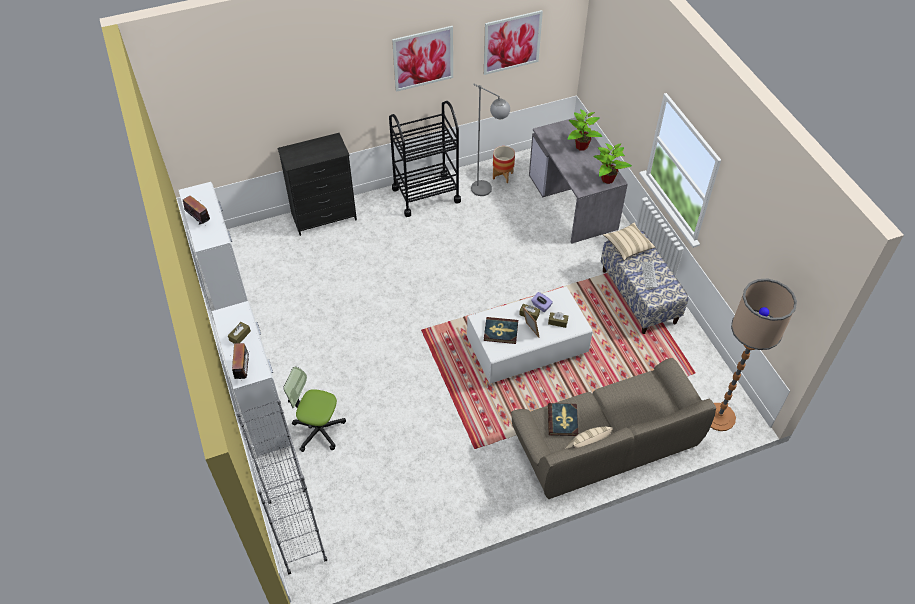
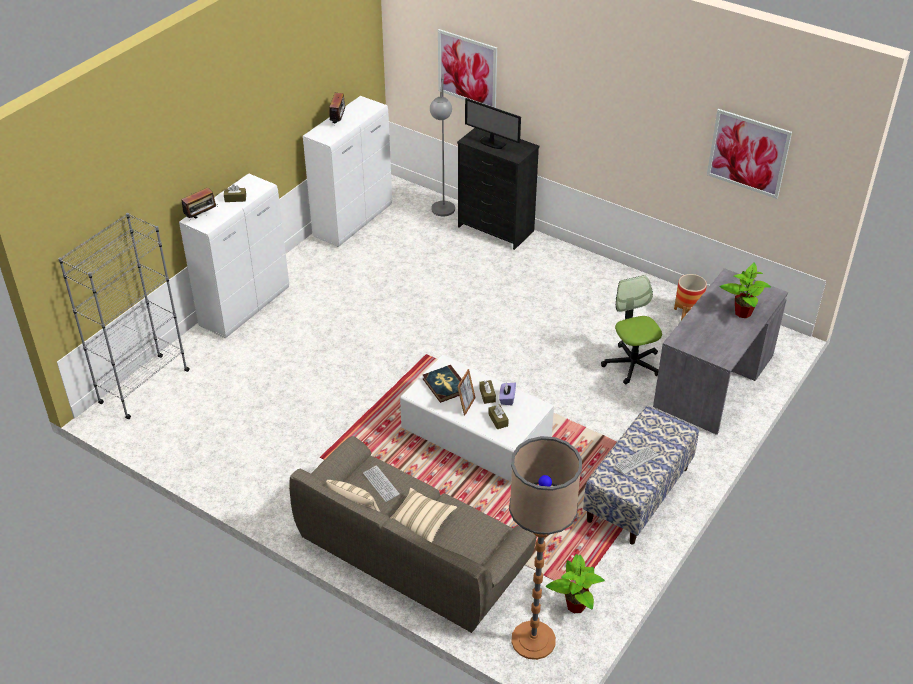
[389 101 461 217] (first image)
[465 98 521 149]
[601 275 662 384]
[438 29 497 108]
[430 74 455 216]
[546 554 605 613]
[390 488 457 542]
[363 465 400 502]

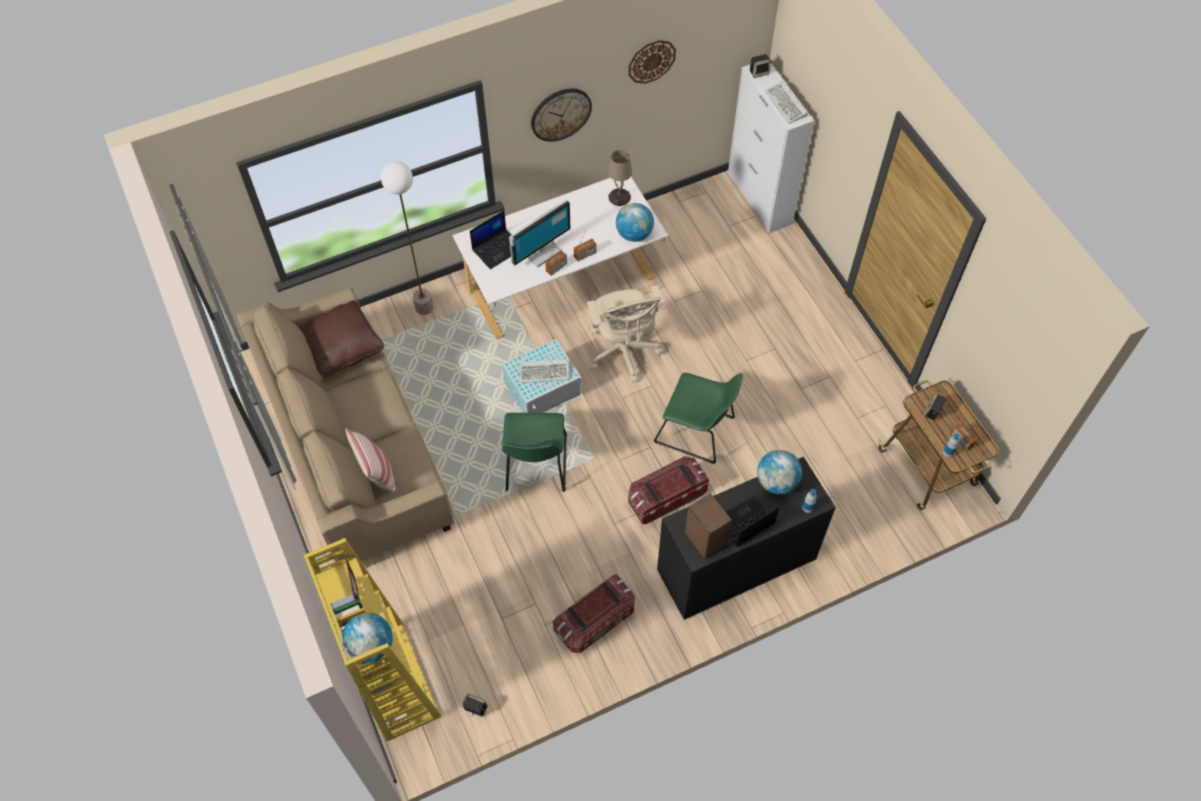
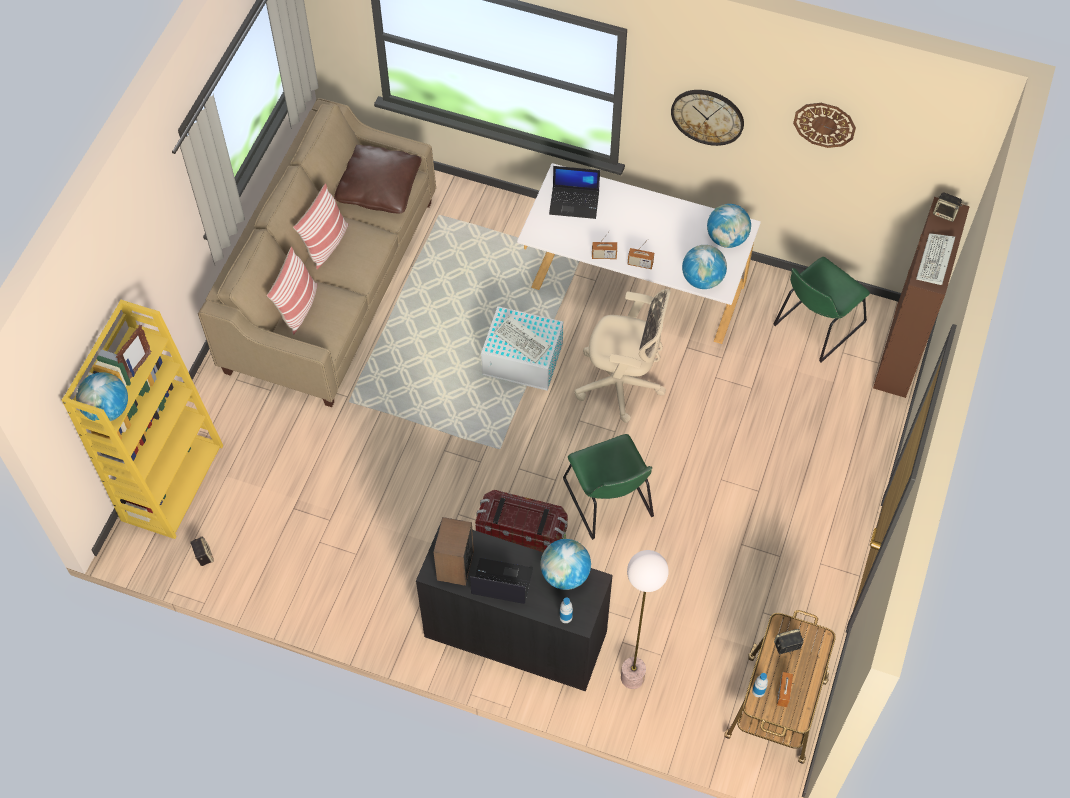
[509 199 571 267] (first image)
[553 574 635 653] (first image)
[293 183 349 270]
[621 550 669 689]
[773 257 870 362]
[707 204 751 248]
[873 197 970 398]
[575 289 671 423]

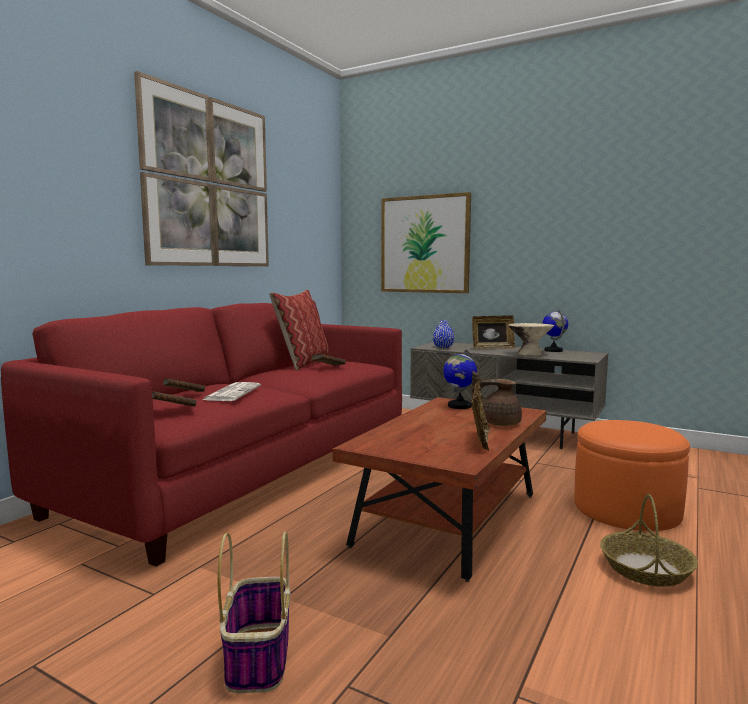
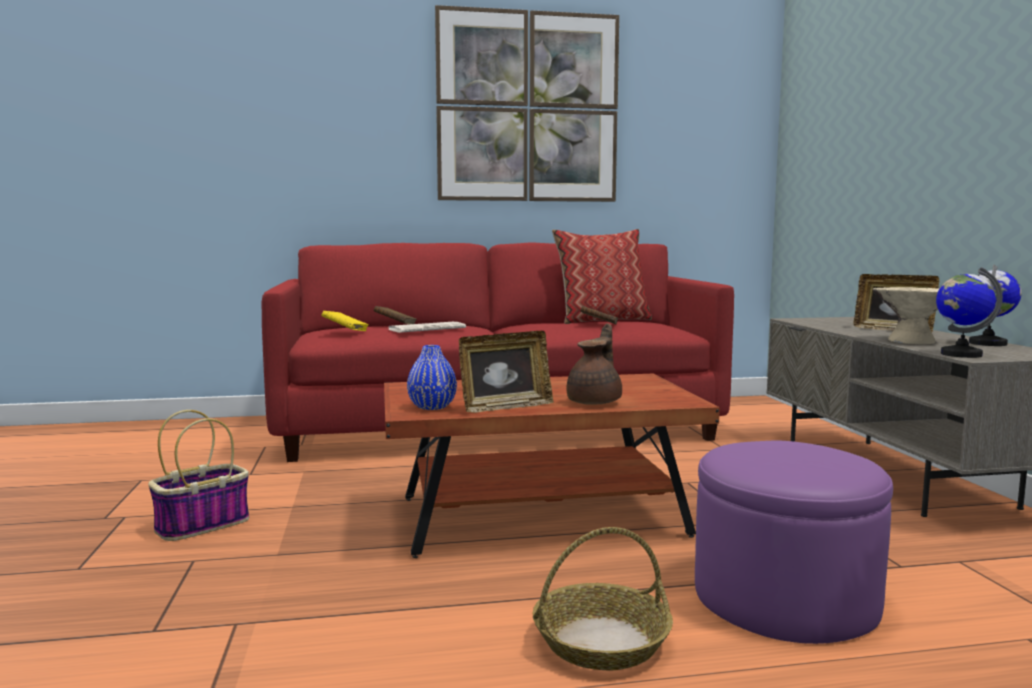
[381 192 471 293] (first image)
[407 345 457 410]
[936 267 1003 358]
[322 311 368 331]
[695 441 893 644]
[567 323 622 405]

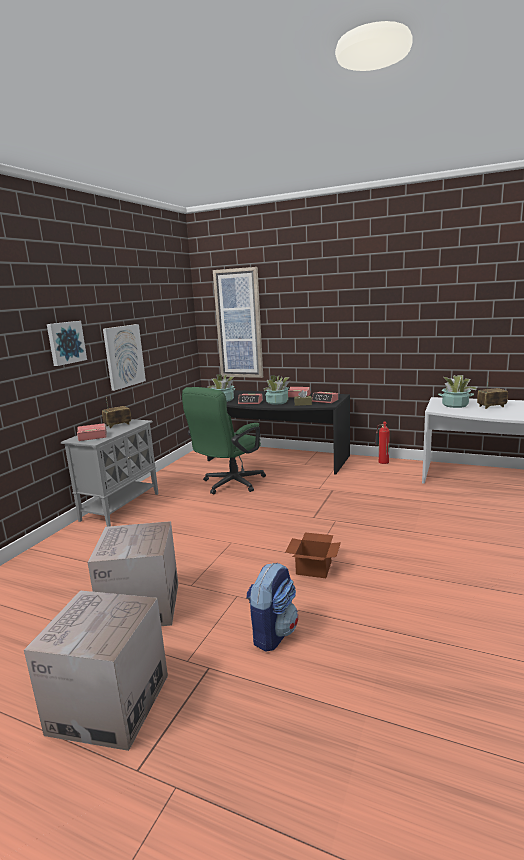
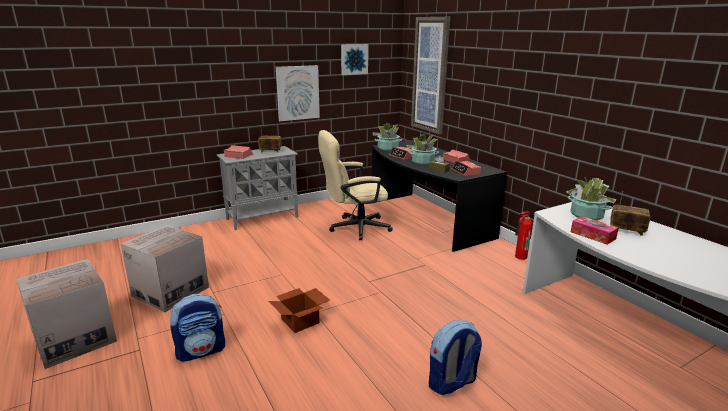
[429 320 482 395]
[571 216 619 245]
[341 44 368 75]
[318 130 393 240]

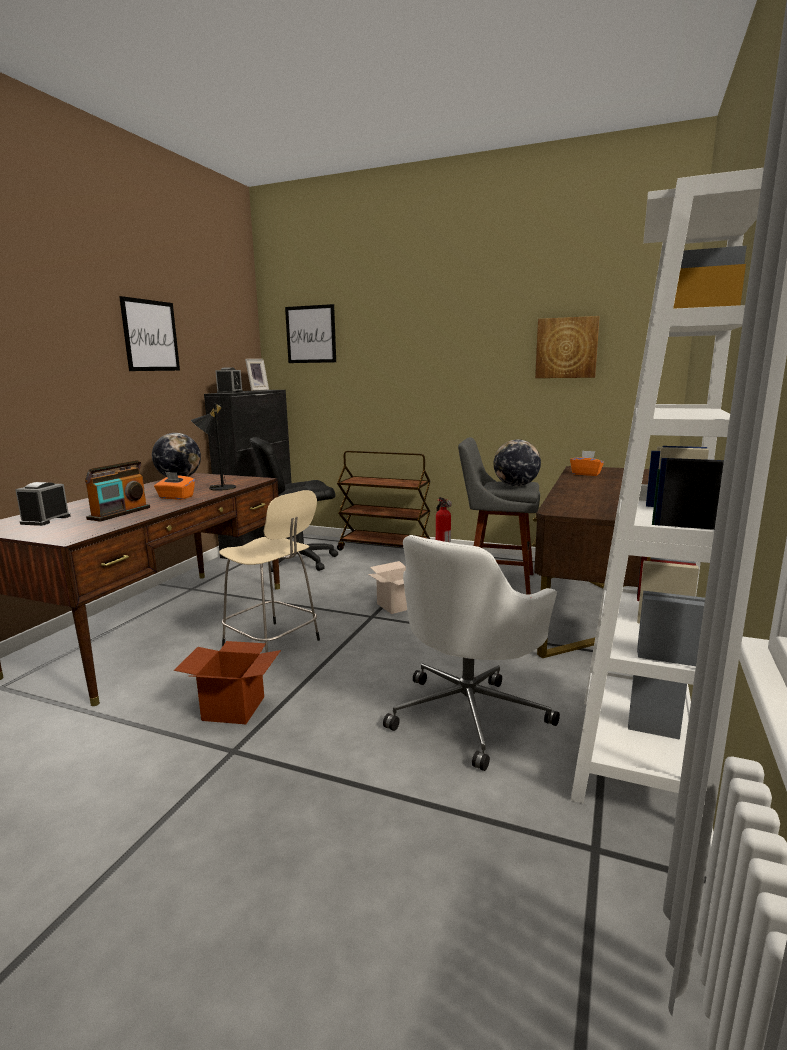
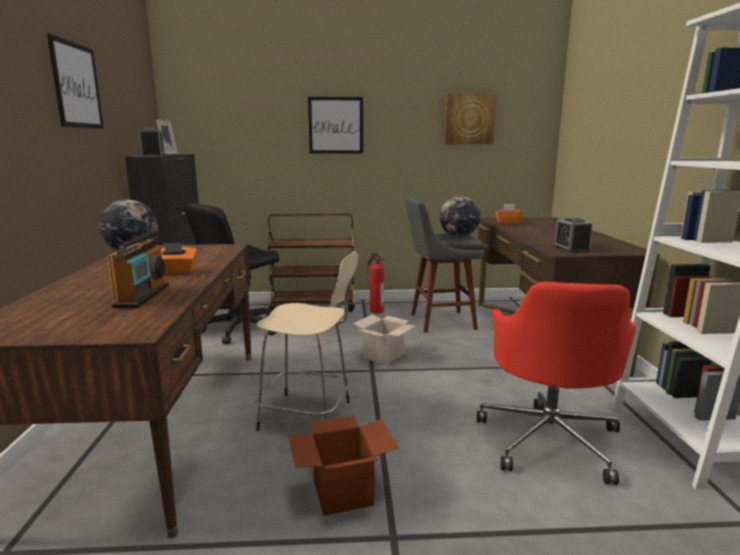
[191 403 236 491] (first image)
[554 218 593 253]
[308 97 363 154]
[477 282 636 485]

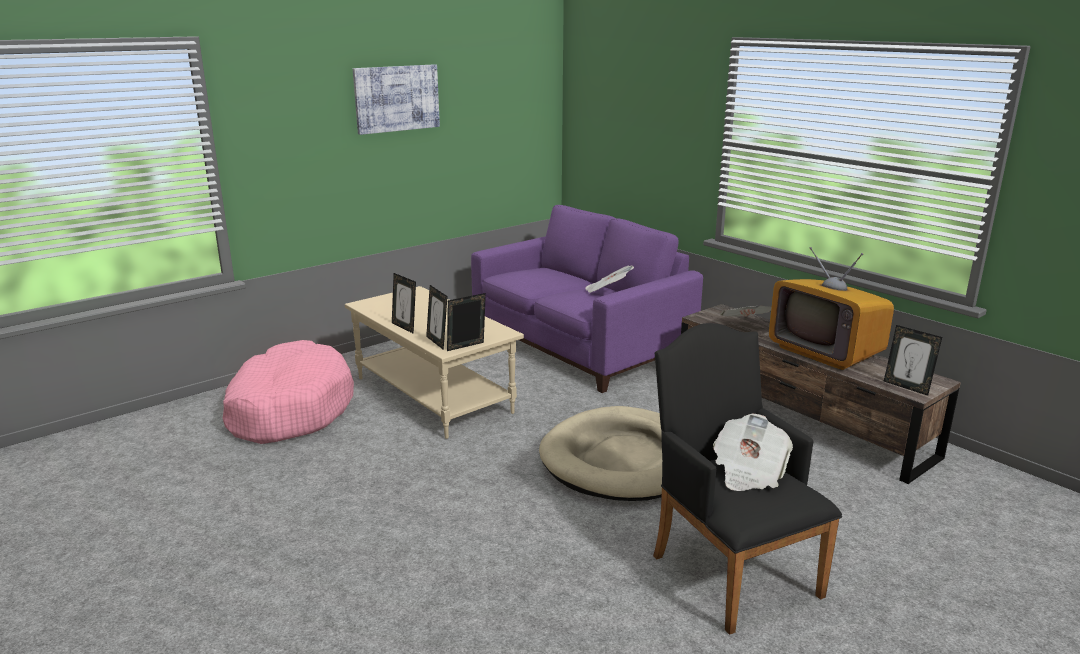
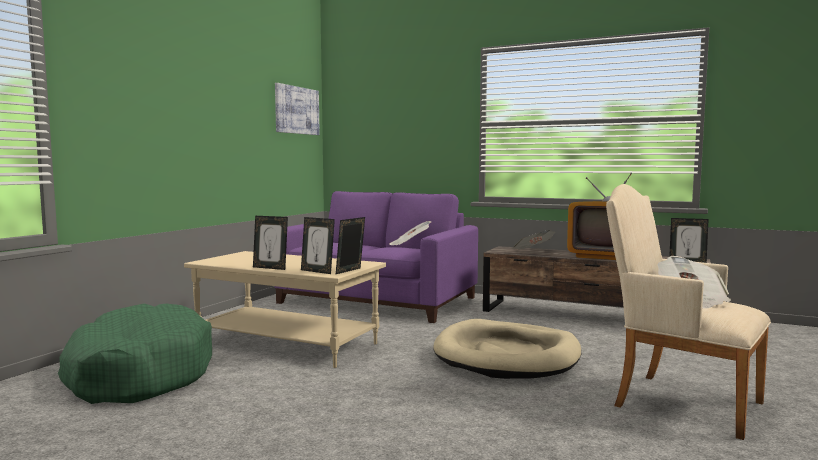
[275 83 320 135]
[58 304 212 404]
[606 184 771 440]

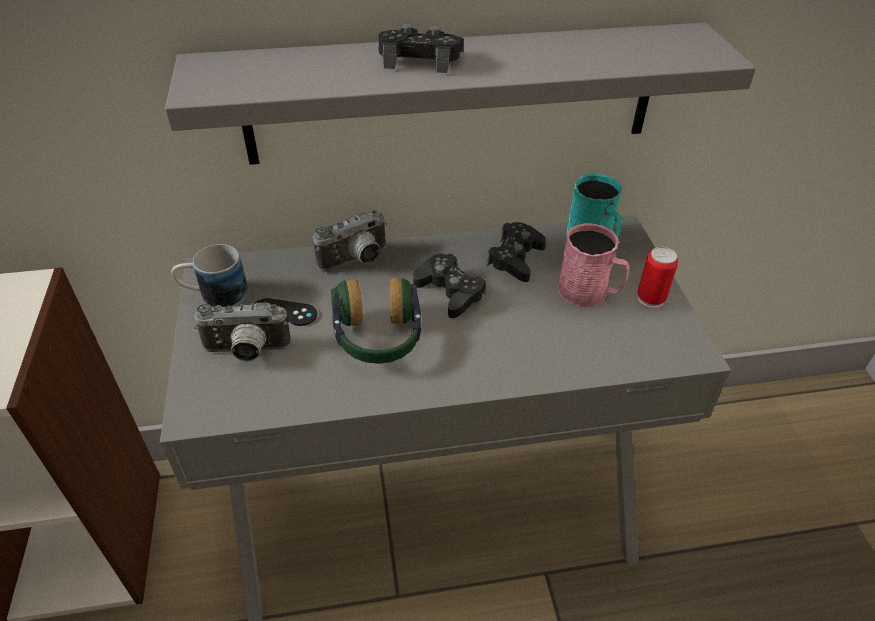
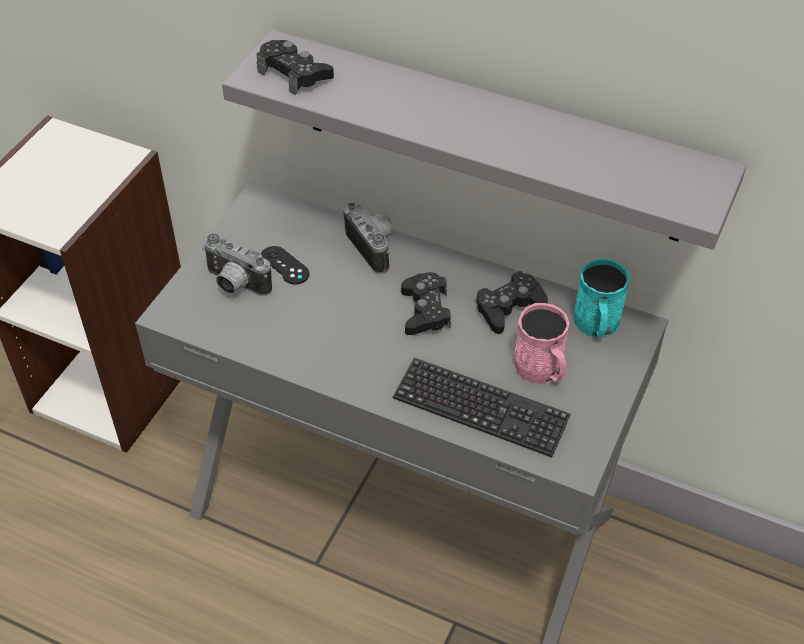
[172 244 248 307] (first image)
[331 278 421 364] (first image)
[637 247 678 308] (first image)
[393 358 571 457]
[257 40 334 95]
[343 203 394 274]

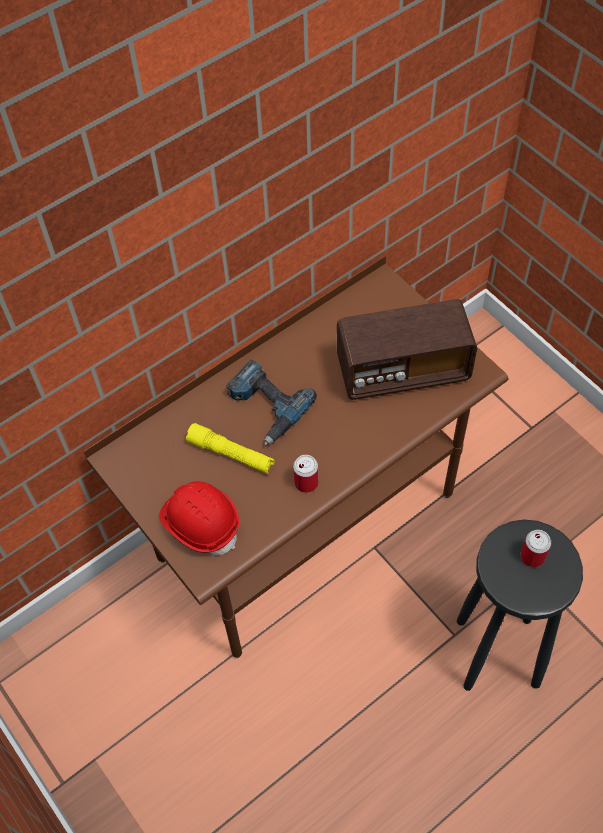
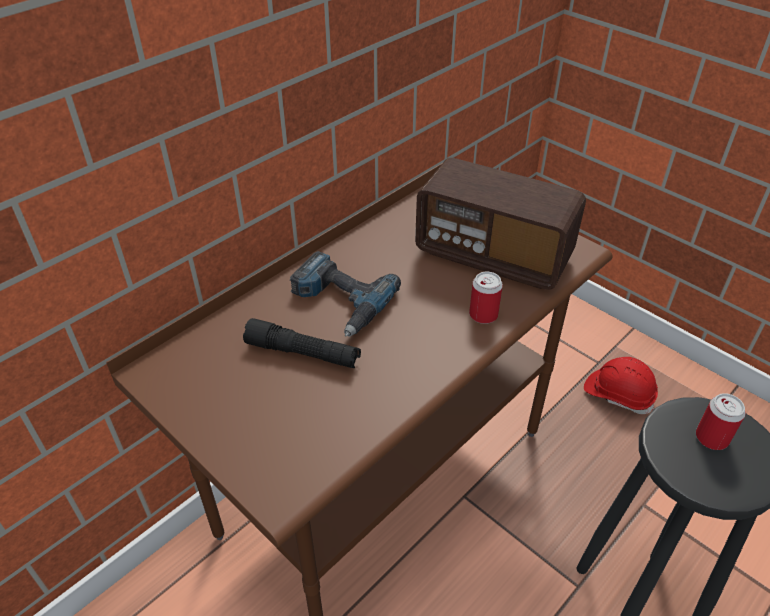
[584 357 658 414]
[469 272 503 324]
[243 318 361 368]
[415 158 586 290]

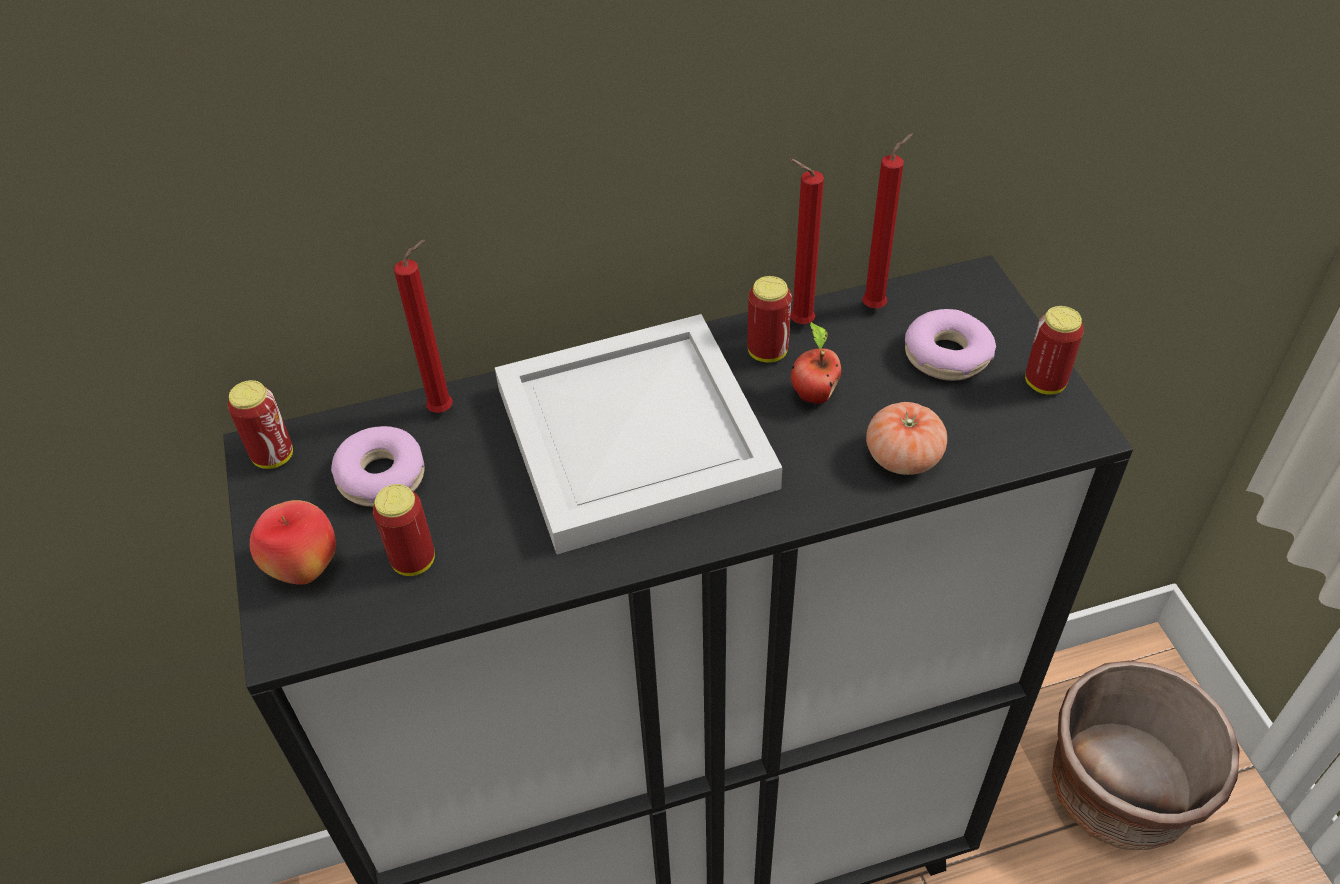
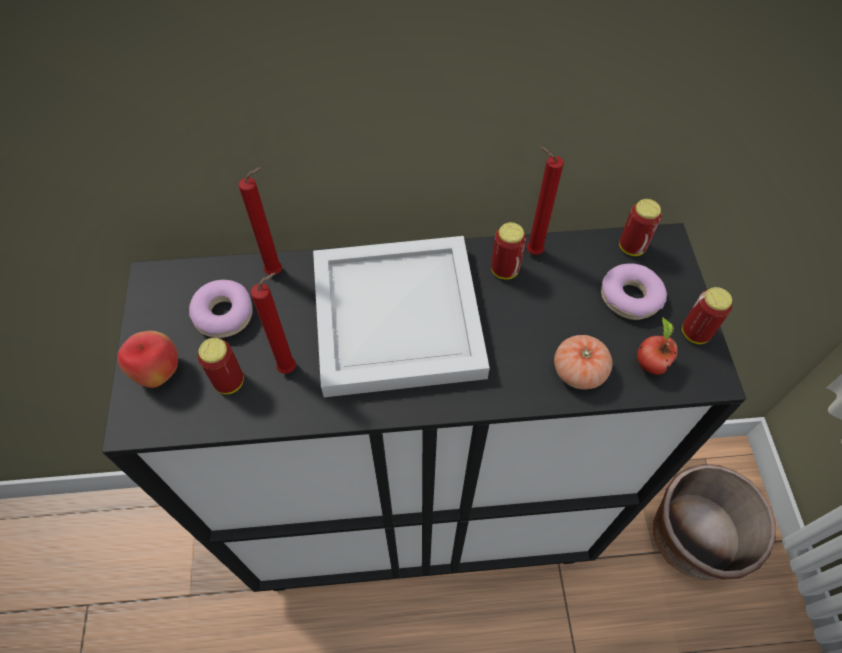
[619 199 662 256]
[637 317 678 375]
[251 273 296 374]

